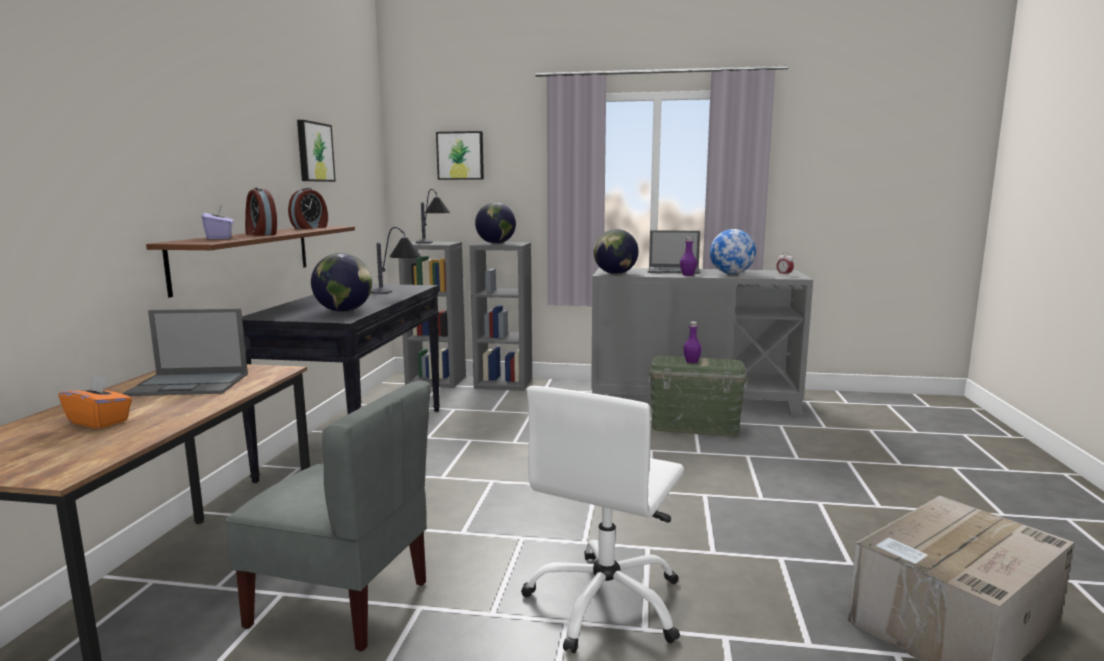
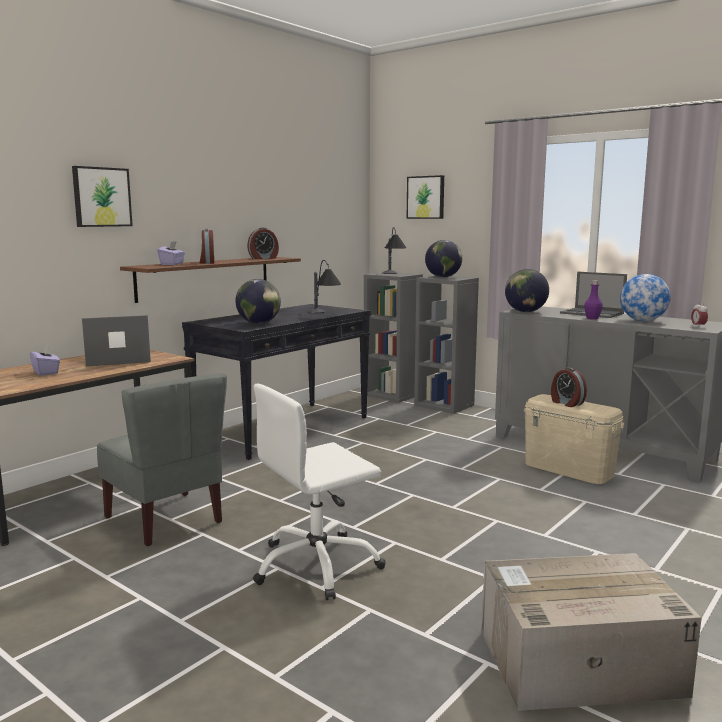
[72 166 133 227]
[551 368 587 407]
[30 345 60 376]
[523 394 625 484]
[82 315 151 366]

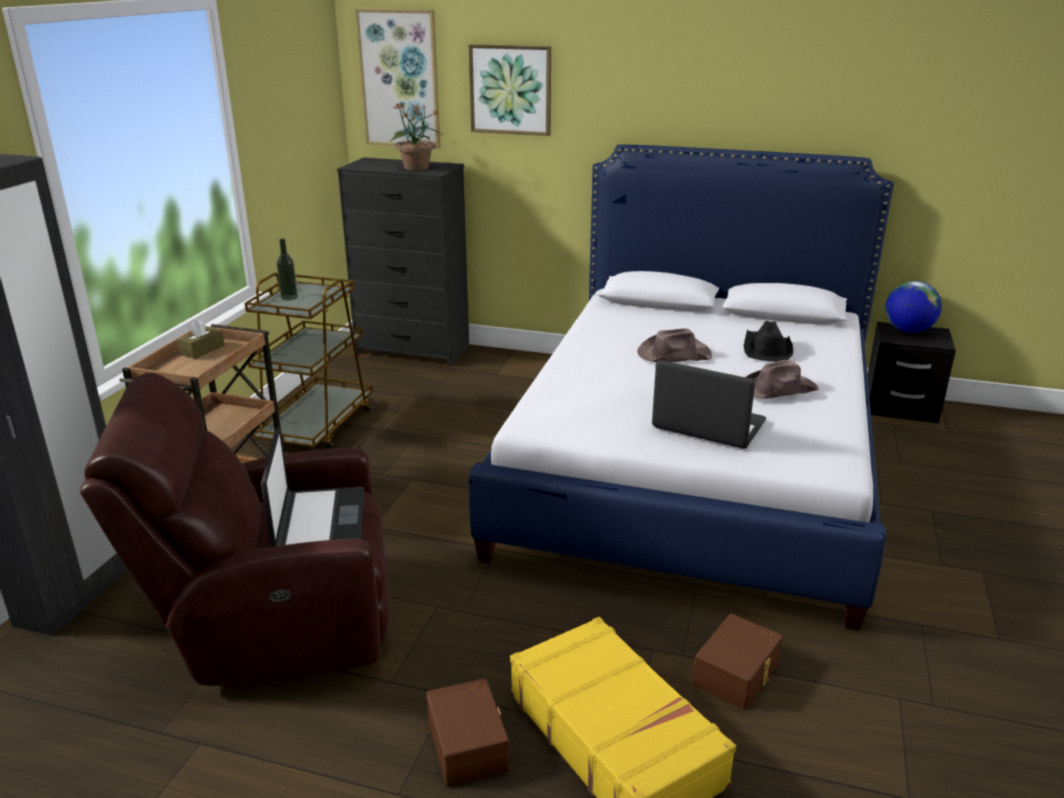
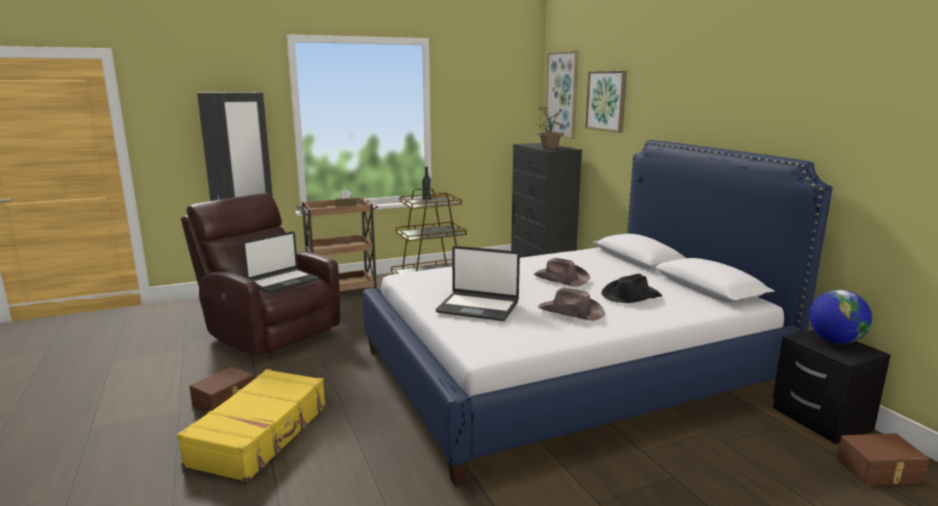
[837 433 929 486]
[436 246 520 321]

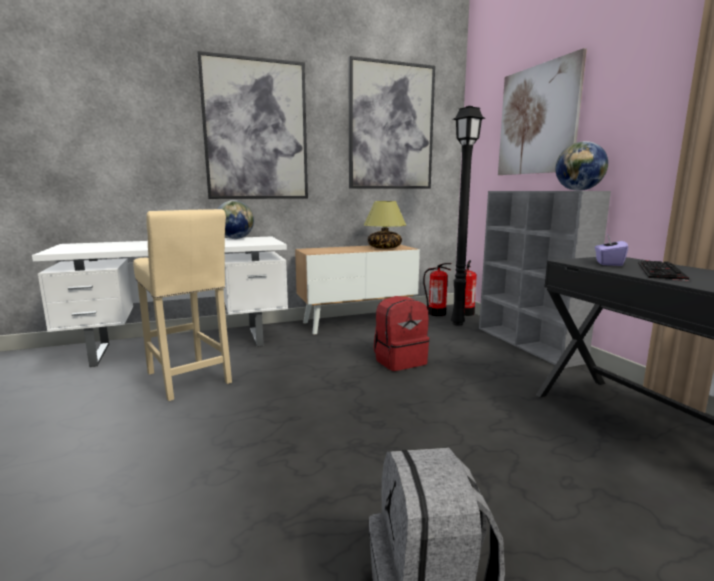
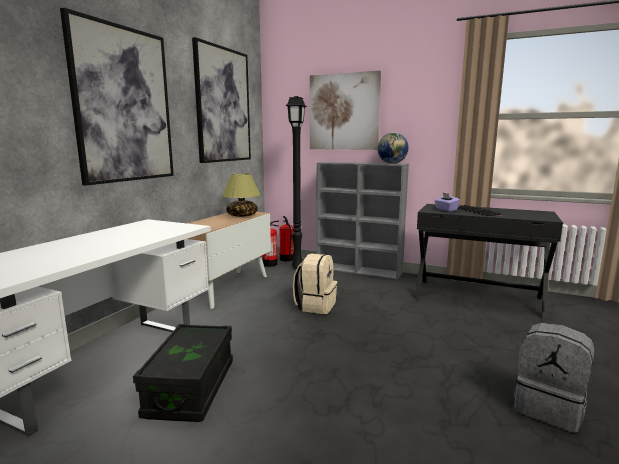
[218 200 254 239] (first image)
[133 324 233 422]
[293 254 337 314]

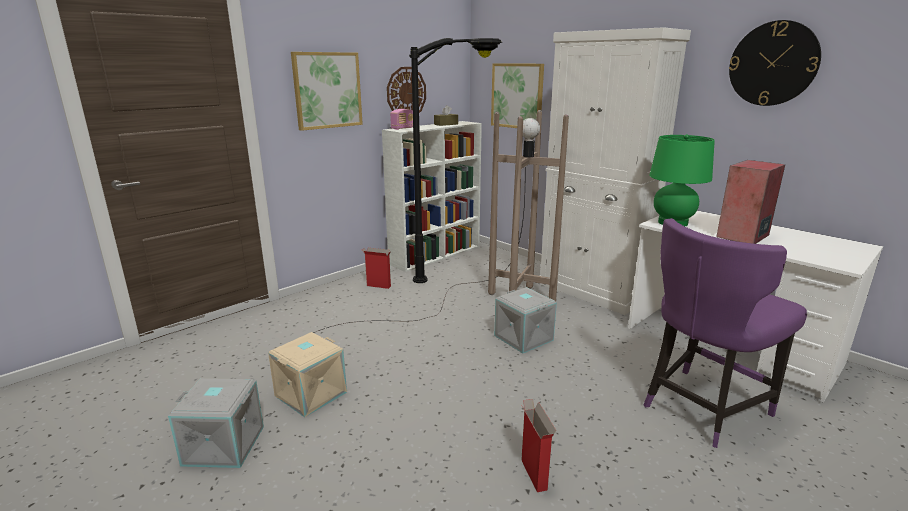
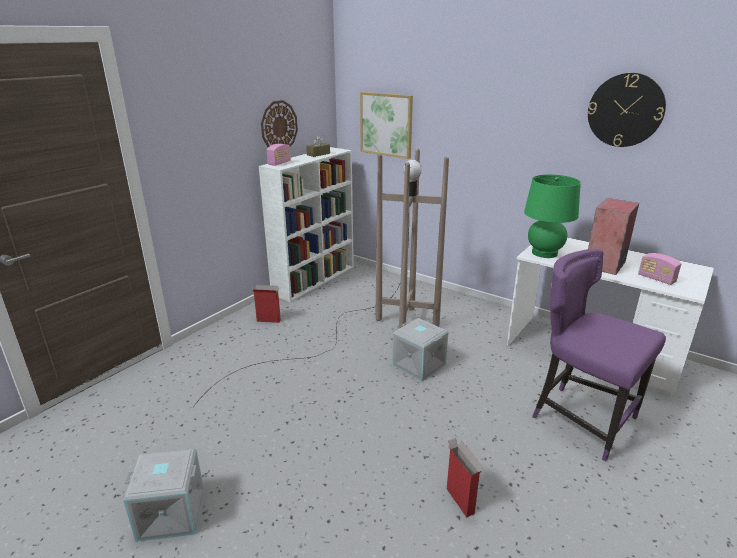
[268 332 347 417] (first image)
[291 52 363 131] (first image)
[409 38 503 283] (first image)
[538 27 691 315] (first image)
[638 253 681 285]
[532 249 666 462]

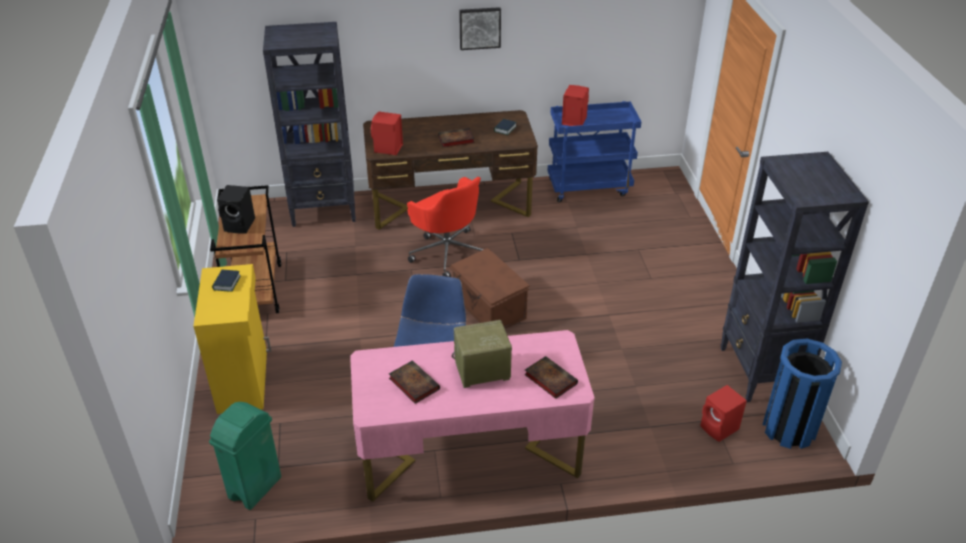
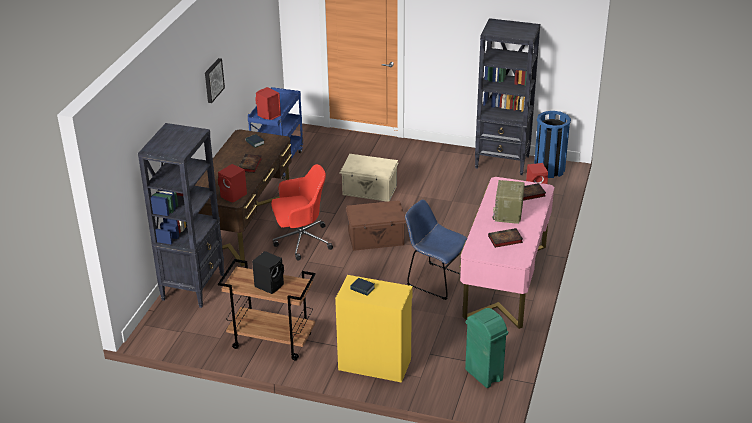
[340 154 399 202]

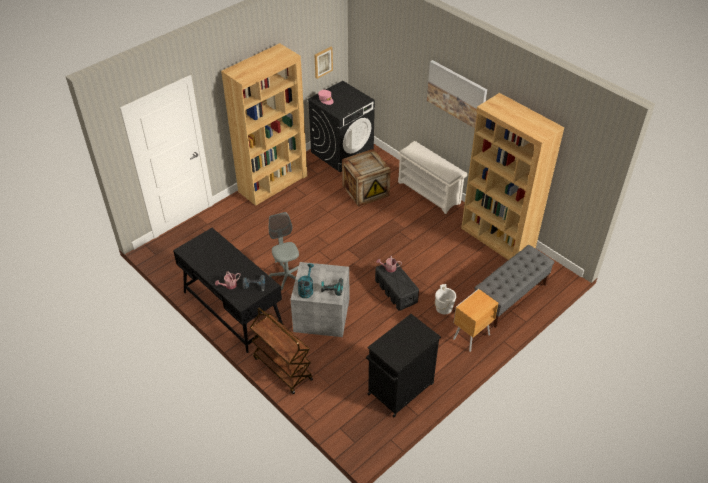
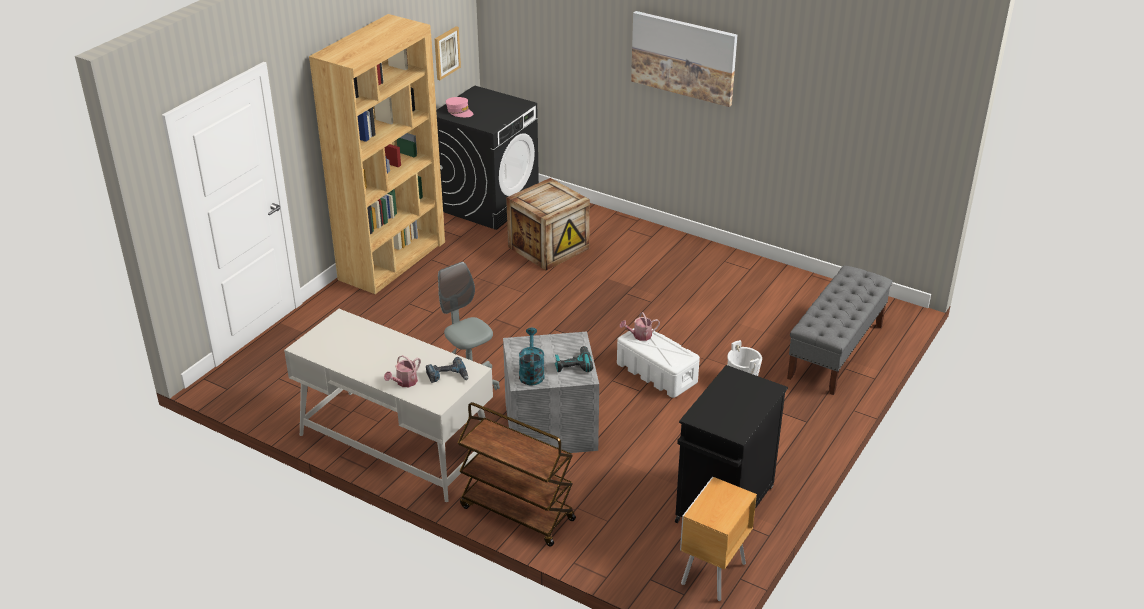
[398 141 467 214] (first image)
[461 93 564 260] (first image)
[680 477 757 601]
[284 309 493 502]
[617 328 700 398]

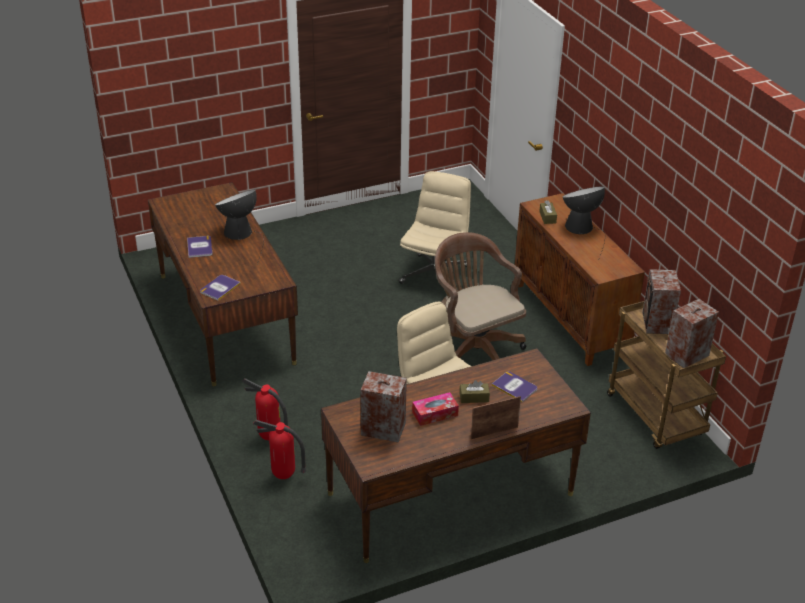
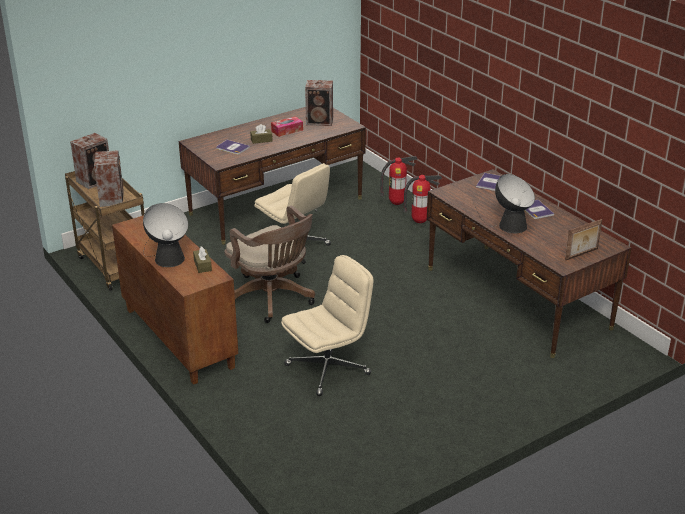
[565 219 602 261]
[281 255 373 396]

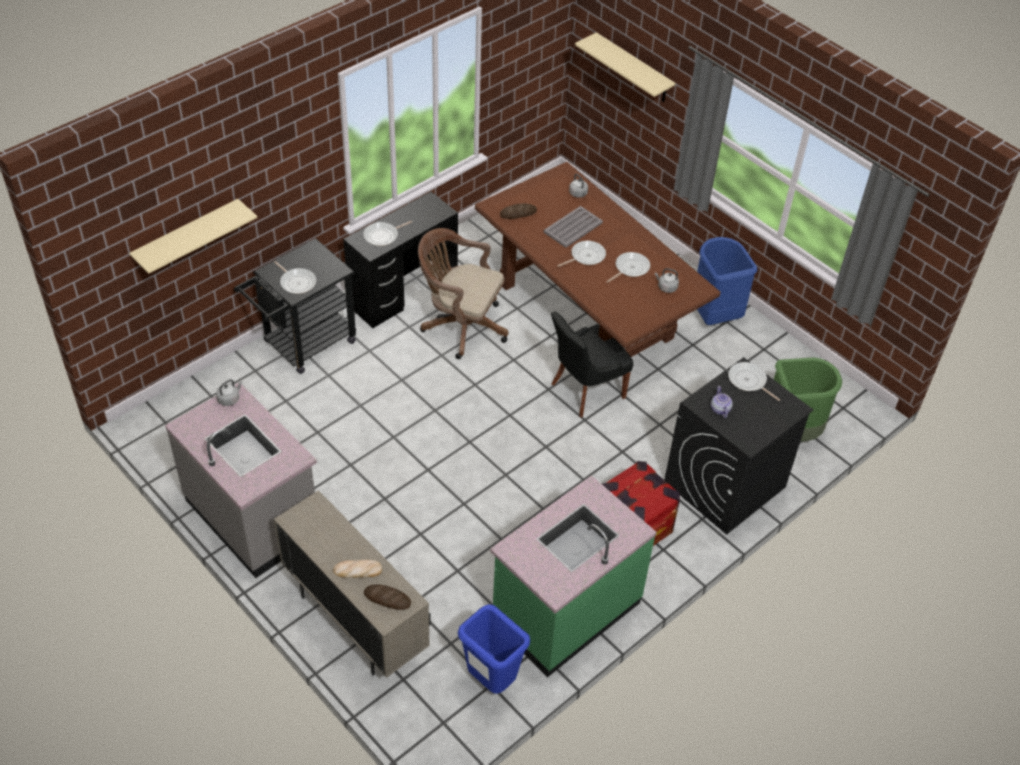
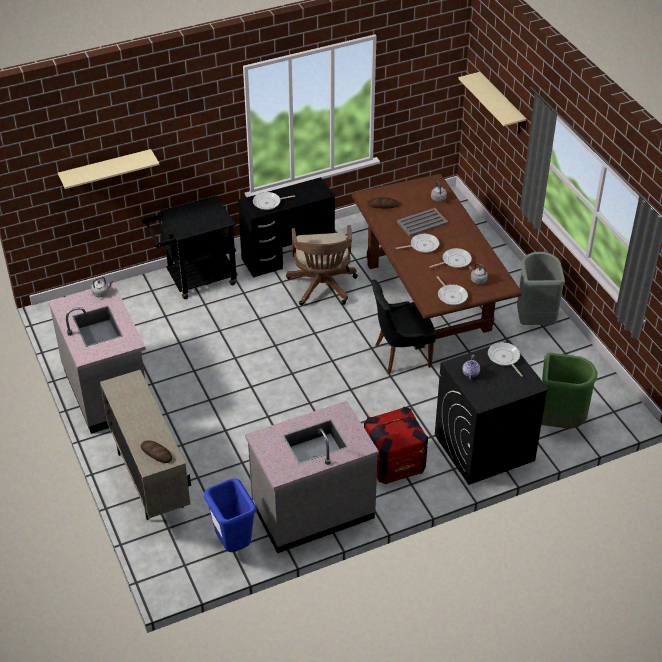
[333 560 382 578] (first image)
[436 276 468 305]
[245 401 379 553]
[517 252 565 325]
[286 225 358 306]

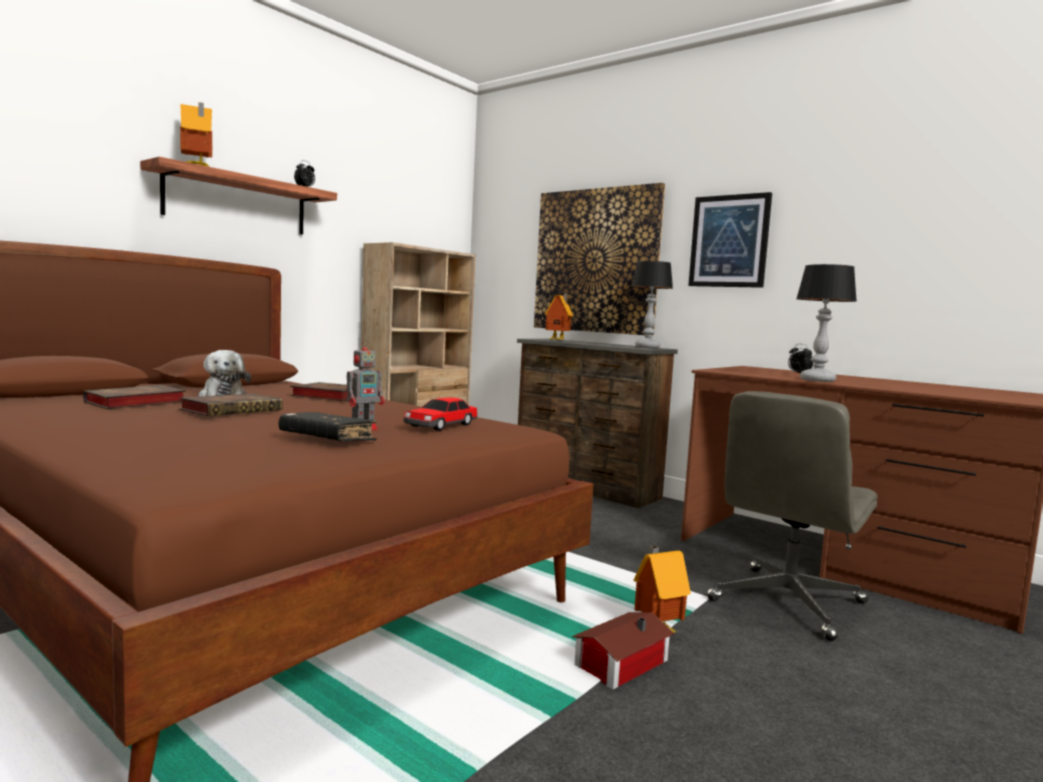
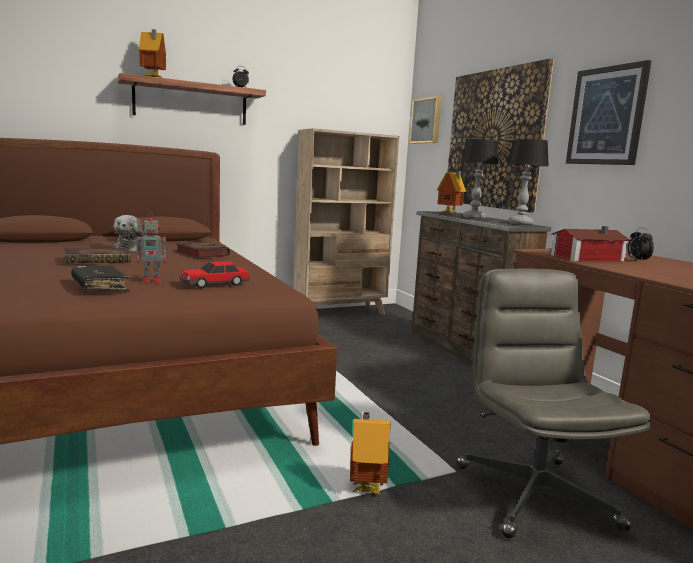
[83 385 186 409] (first image)
[410 96 442 143]
[551 226 632 262]
[461 139 499 219]
[456 268 651 538]

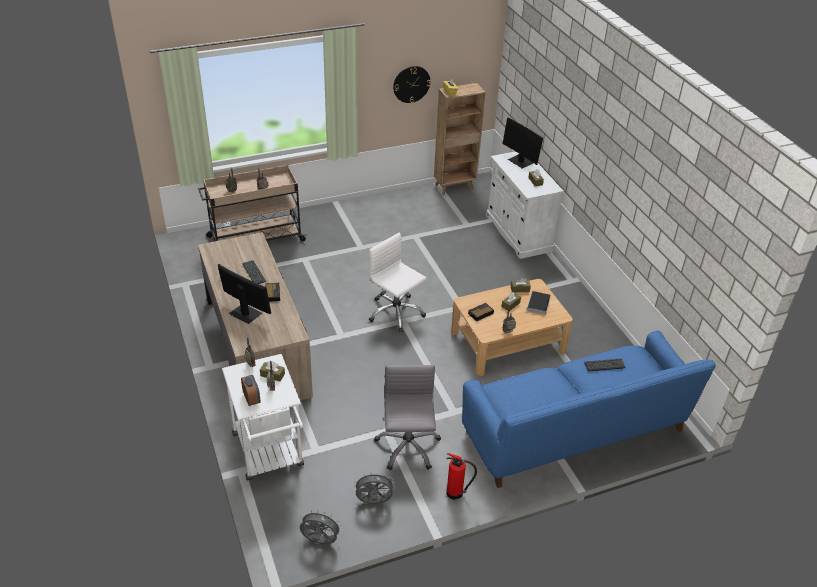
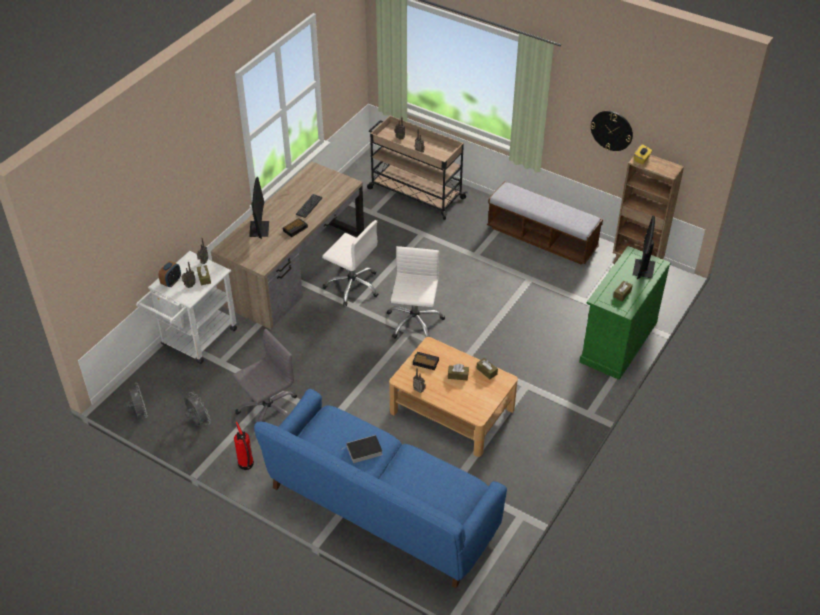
[584 359 625 371] (first image)
[322 220 379 306]
[487 181 603 265]
[342 435 383 463]
[579 246 671 380]

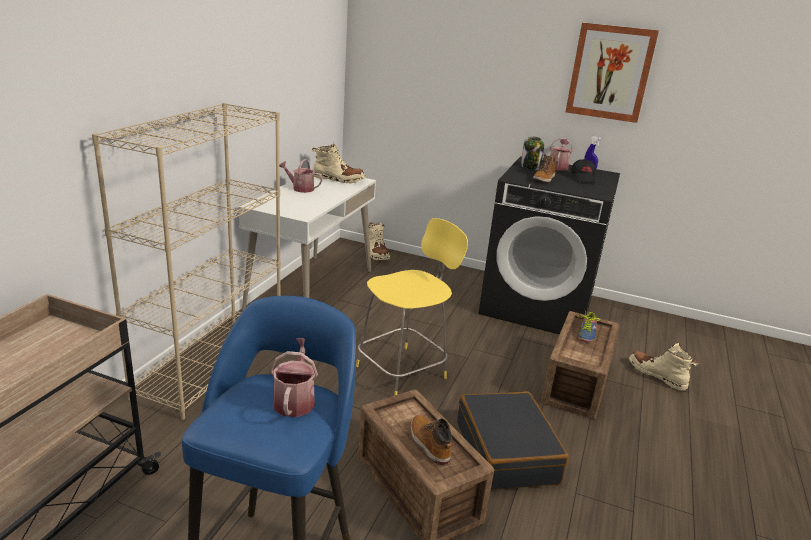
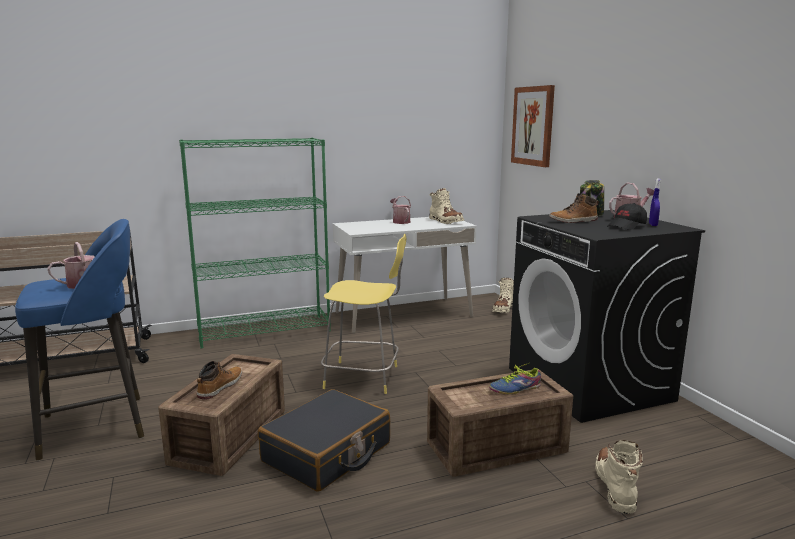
[511 85 555 167]
[179 138 331 349]

